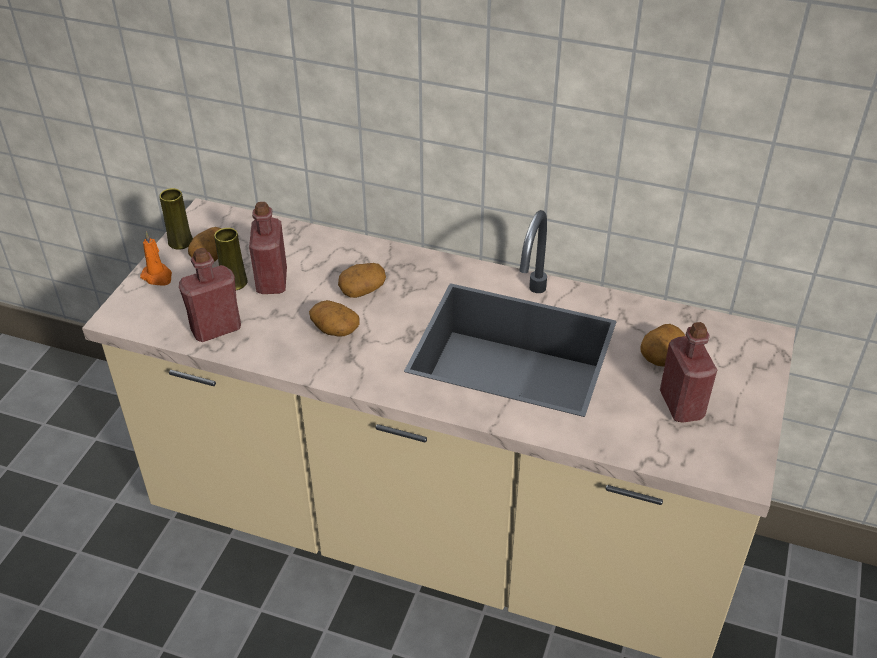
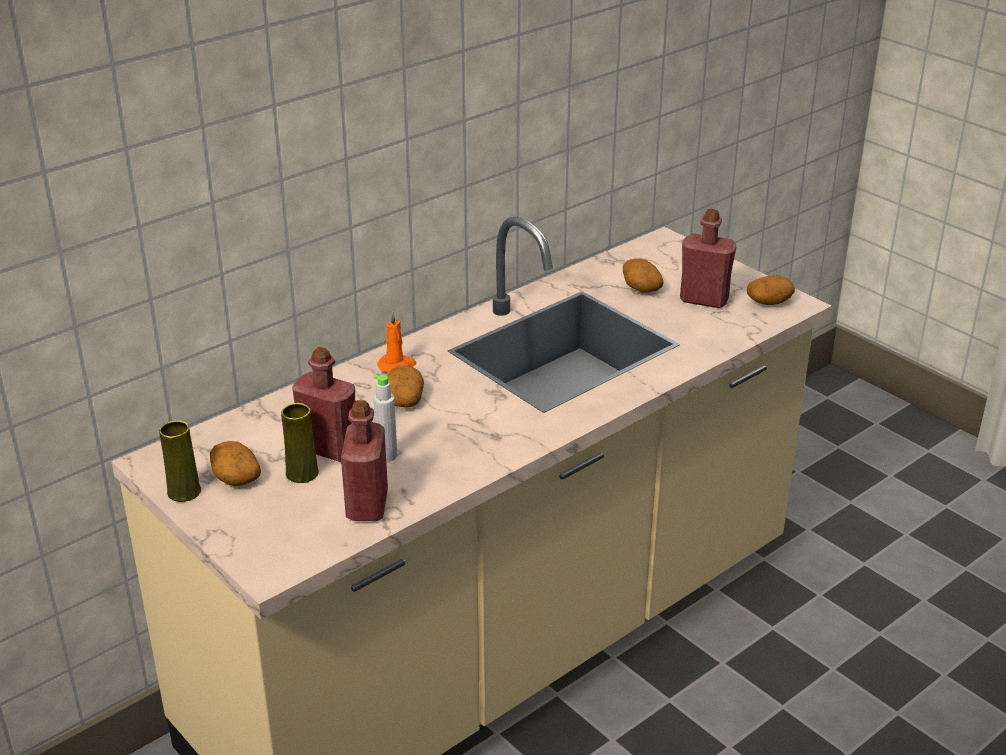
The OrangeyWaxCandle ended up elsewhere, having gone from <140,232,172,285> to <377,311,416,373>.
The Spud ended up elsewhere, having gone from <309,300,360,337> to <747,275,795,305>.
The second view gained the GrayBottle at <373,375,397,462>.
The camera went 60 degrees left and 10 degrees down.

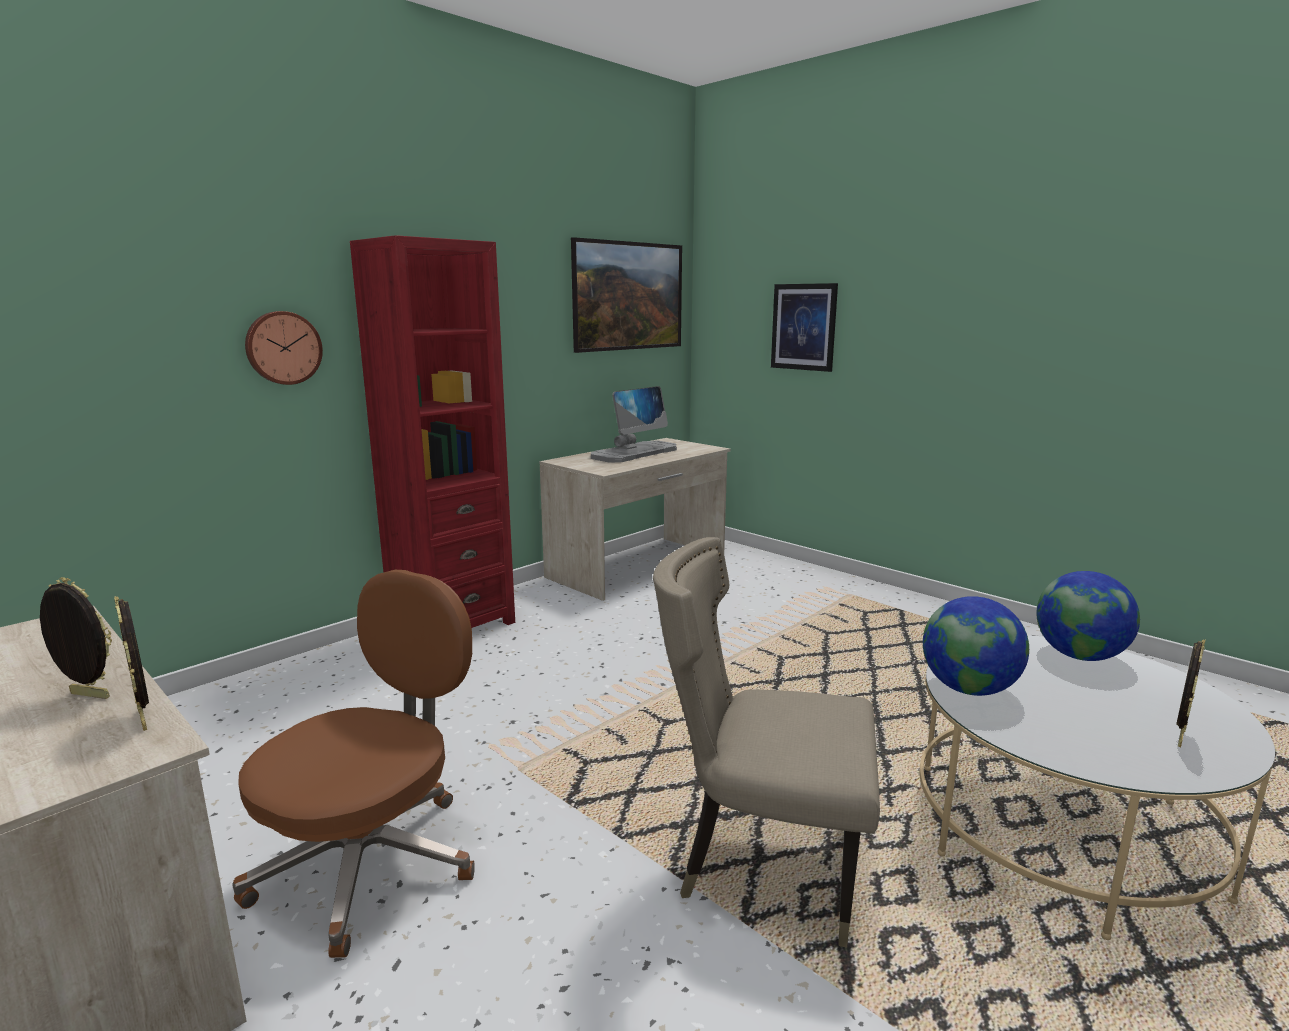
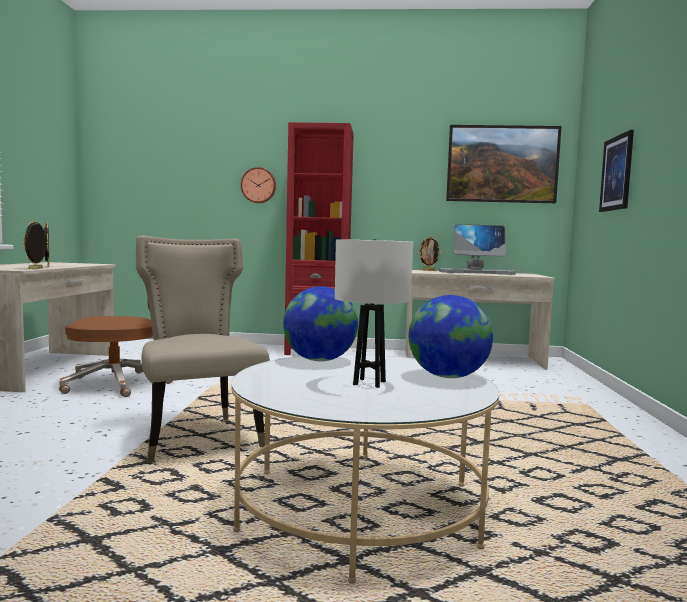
The PhotoFrame ended up elsewhere, having gone from <1176,639,1206,747> to <418,236,441,271>.
The second view gained the WhiteTabletopLamp at <335,239,413,388>.
The camera went 50 degrees right and 10 degrees down.

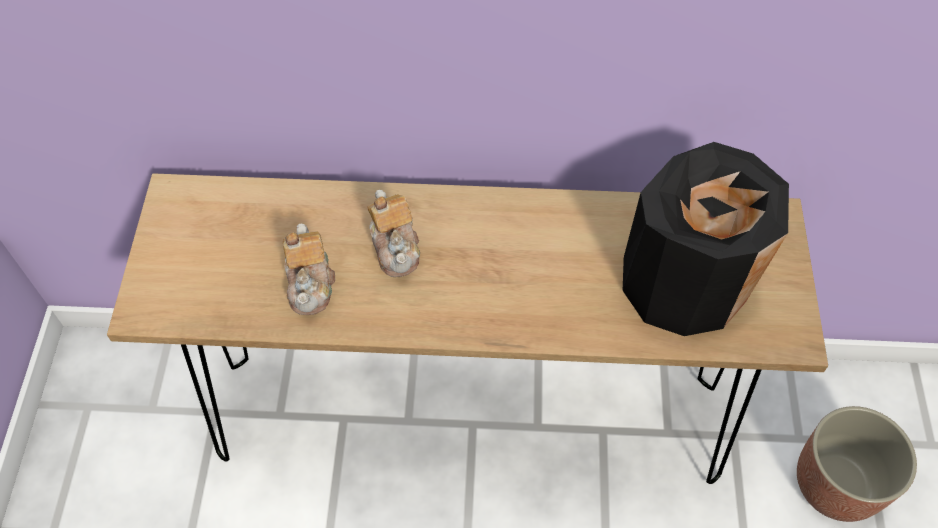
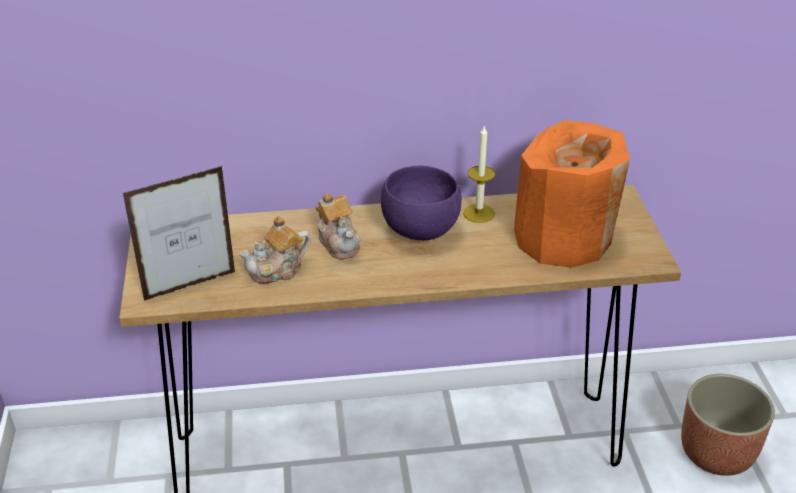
The Teapot at <283,223,335,315> ended up facing another way, 75 degrees clockwise from before.
What was the BlackDecorativeVase at <623,142,789,336> turned into the OrangeyDecorativeVase at <514,120,630,268>.
The second view gained the PhotoFrame at <123,166,236,301>.
The second view gained the PurpleColouredDeepDish at <381,166,462,240>.
The second view gained the WaxCandle at <463,125,495,223>.
The camera went 10 degrees left and 20 degrees down.

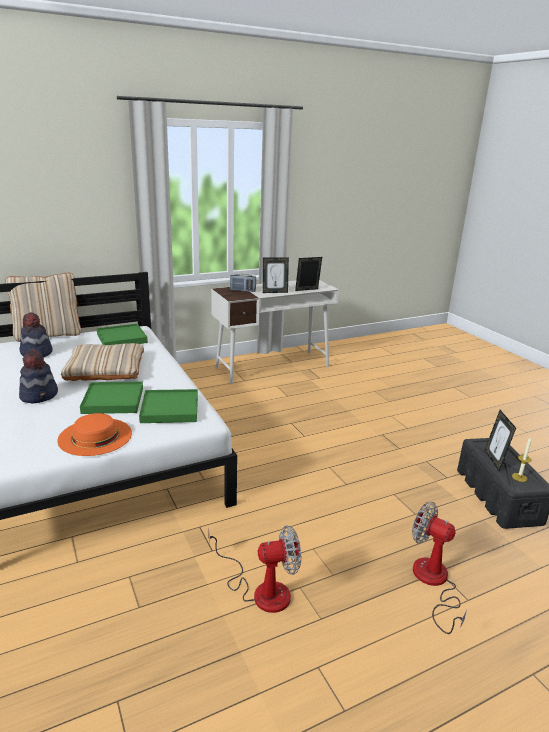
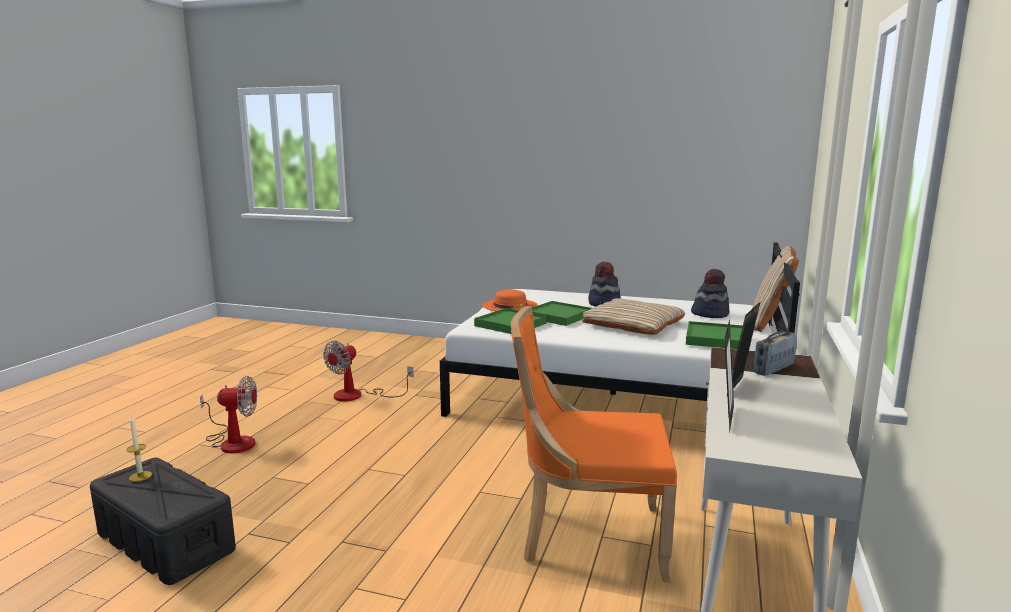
The second view lost the PhotoFrame at <484,410,516,471>.
The second view gained the OrangeyChair at <511,306,677,583>.
The camera went 135 degrees right and 10 degrees down.

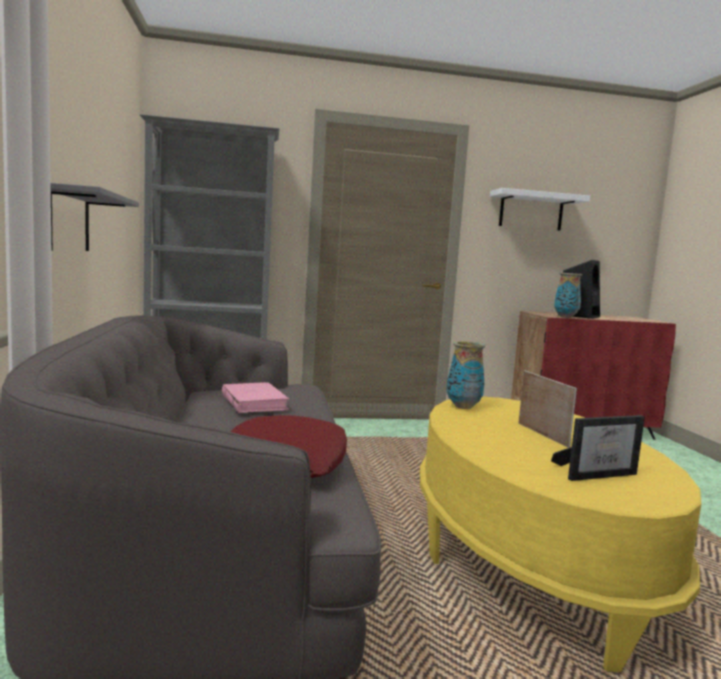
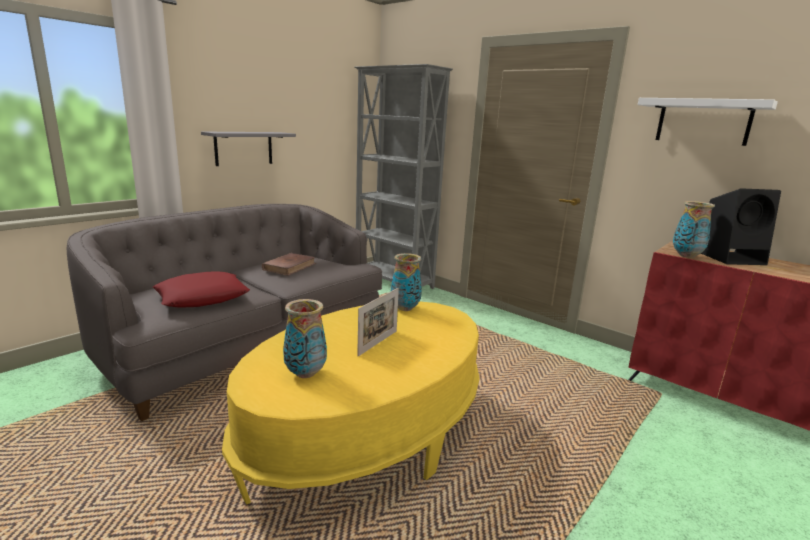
What was the PinkBoundBook at <222,383,289,413> turned into the BrownColouredBoundBook at <262,253,316,276>.
Where the PhotoFrame stood at <551,415,645,481>, the DecorativeVase came to stand at <283,299,327,378>.
The camera went 50 degrees right and 10 degrees up.

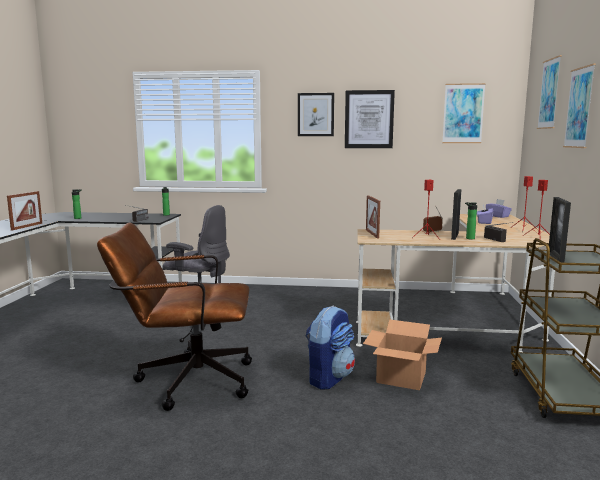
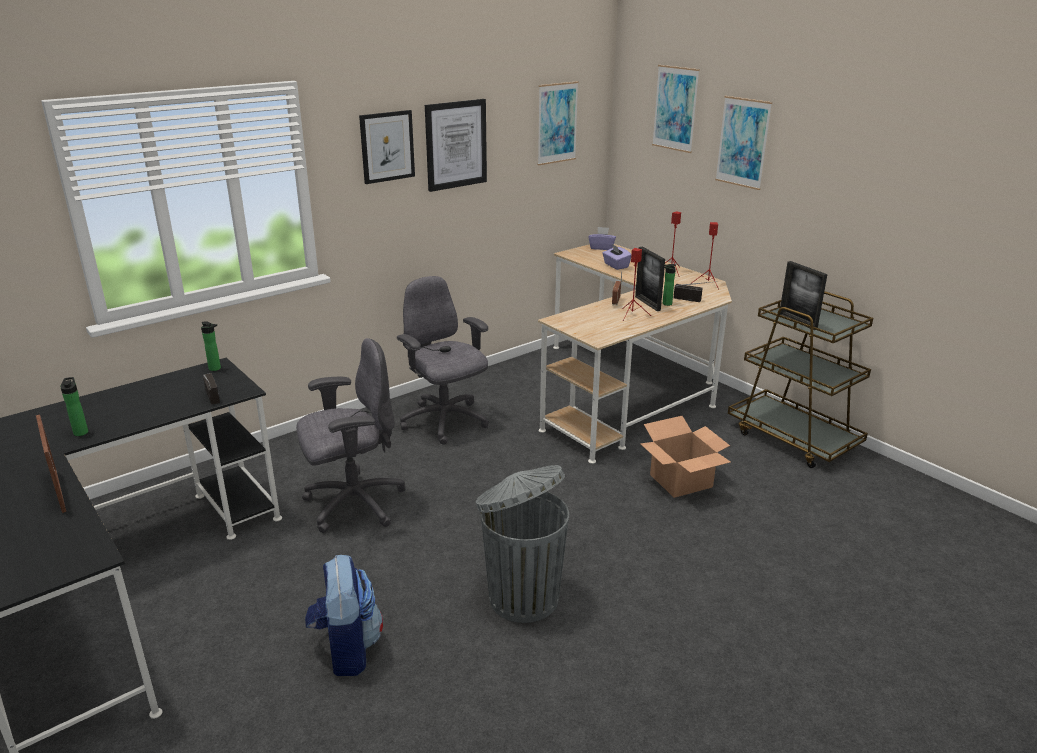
Where the BrownColouredDeskChair stood at <97,222,252,411>, the GrayTrashCan came to stand at <476,465,569,623>.
The Knapsack ended up elsewhere, having gone from <306,306,355,390> to <305,555,383,676>.
The second view lost the PhotoFrame at <366,195,380,238>.
The second view gained the GrayDeskChair at <397,276,489,445>.
The camera went 45 degrees left and 15 degrees up.

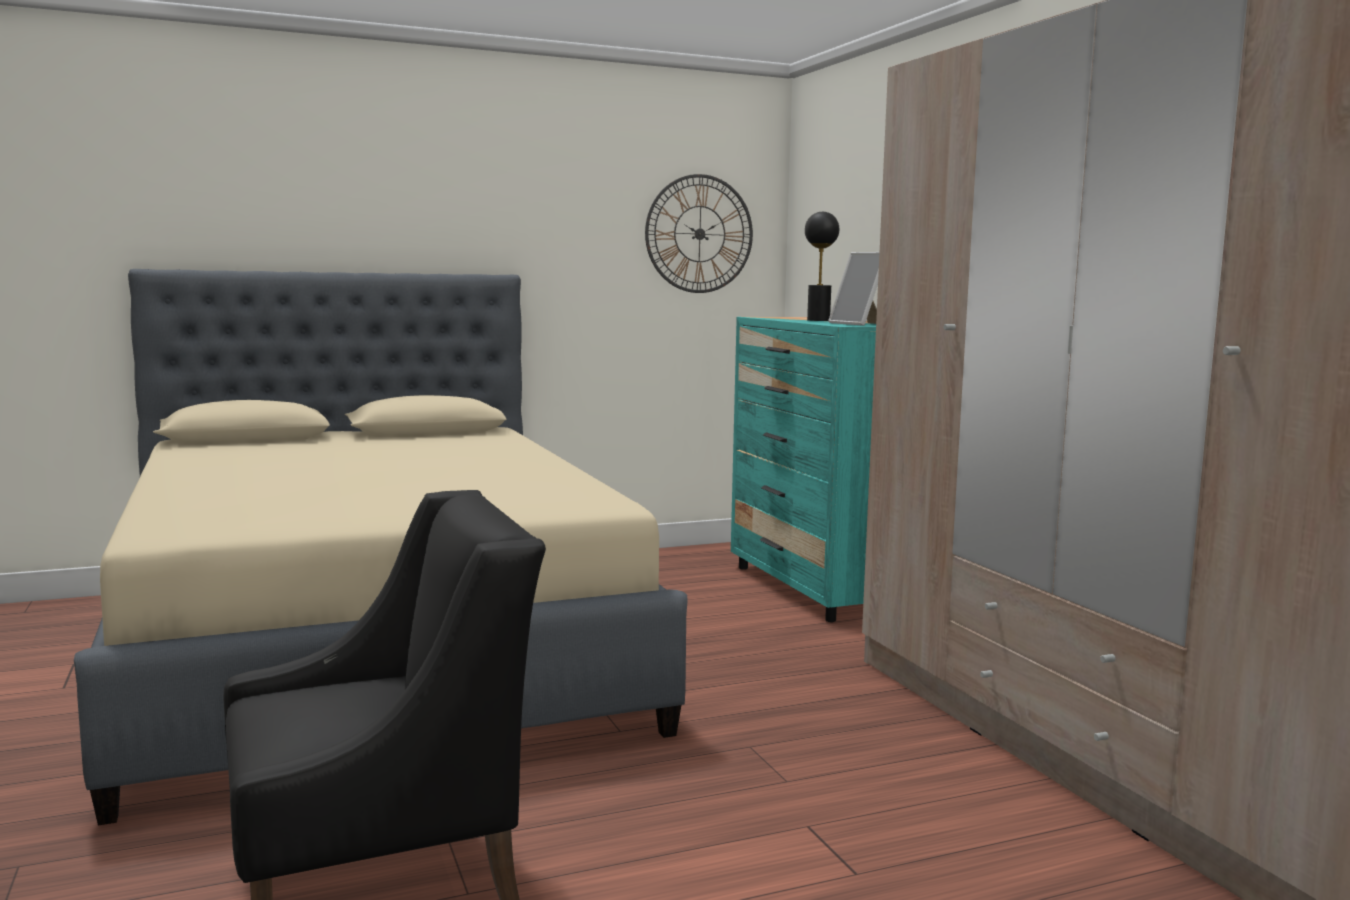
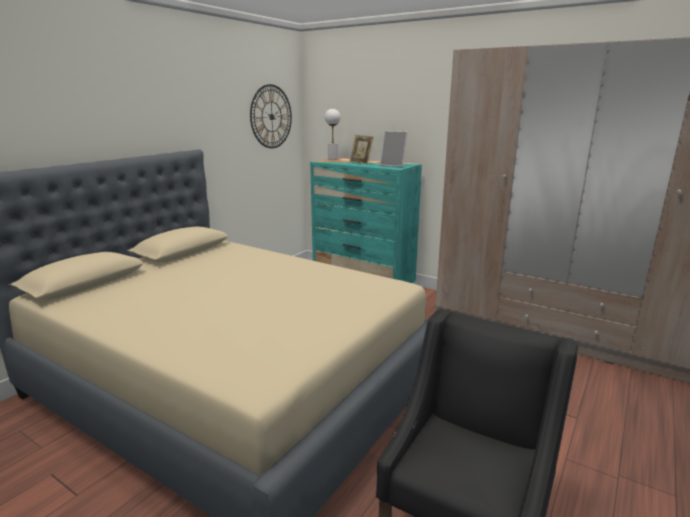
Where the BlackTabletopLamp stood at <805,212,839,321>, the PhotoFrame came to stand at <350,135,374,164>.
The second view gained the WhiteTabletopLamp at <325,109,341,160>.
The camera went 35 degrees left and 10 degrees up.

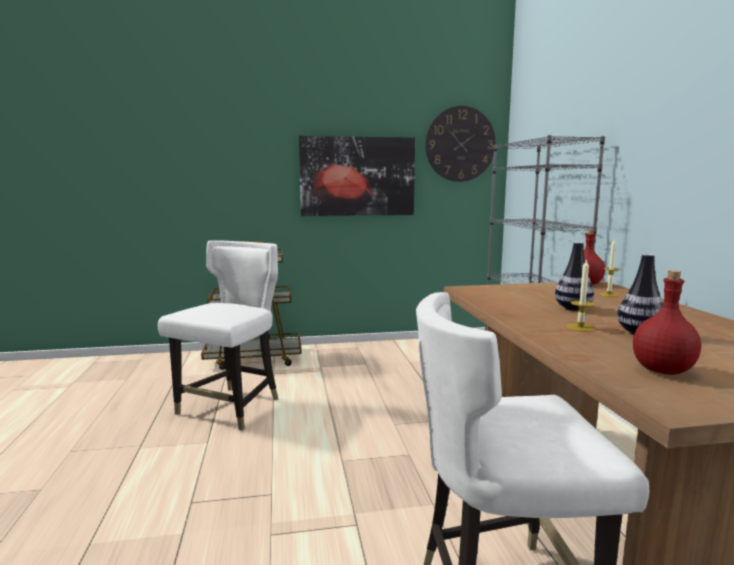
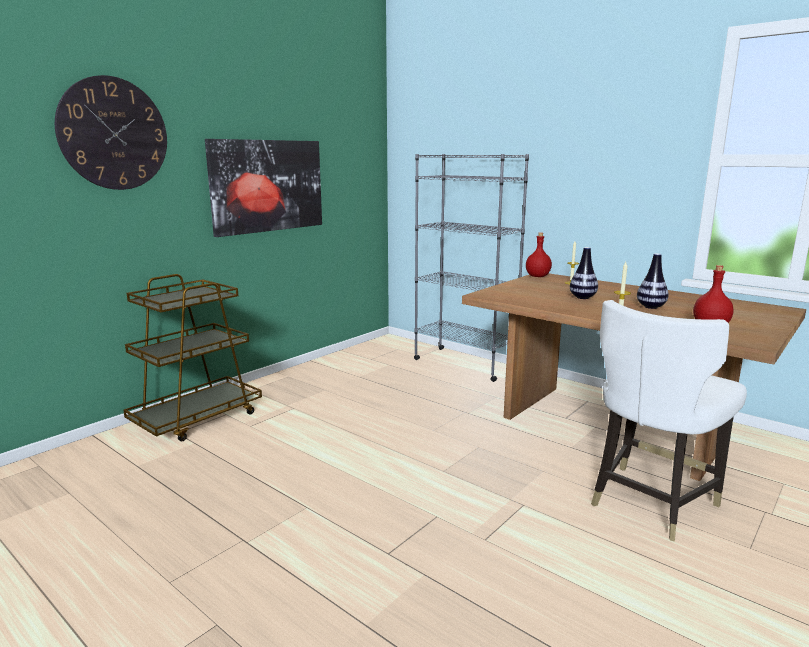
The second view lost the WhiteChair at <158,240,278,431>.
The WallClock ended up elsewhere, having gone from <425,106,496,182> to <55,75,167,190>.
The camera went 40 degrees left and 5 degrees up.

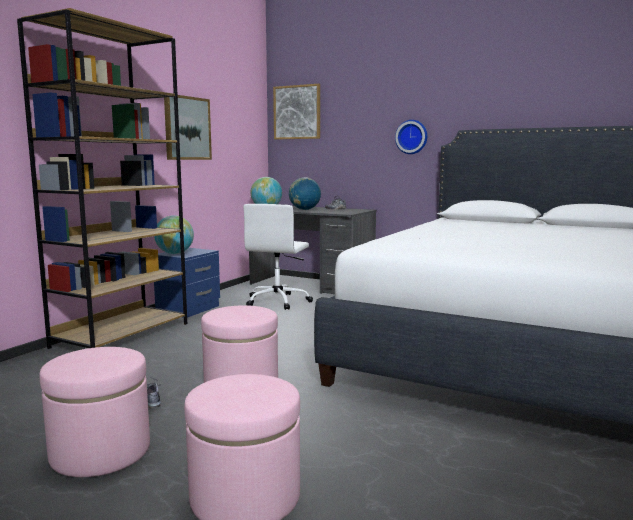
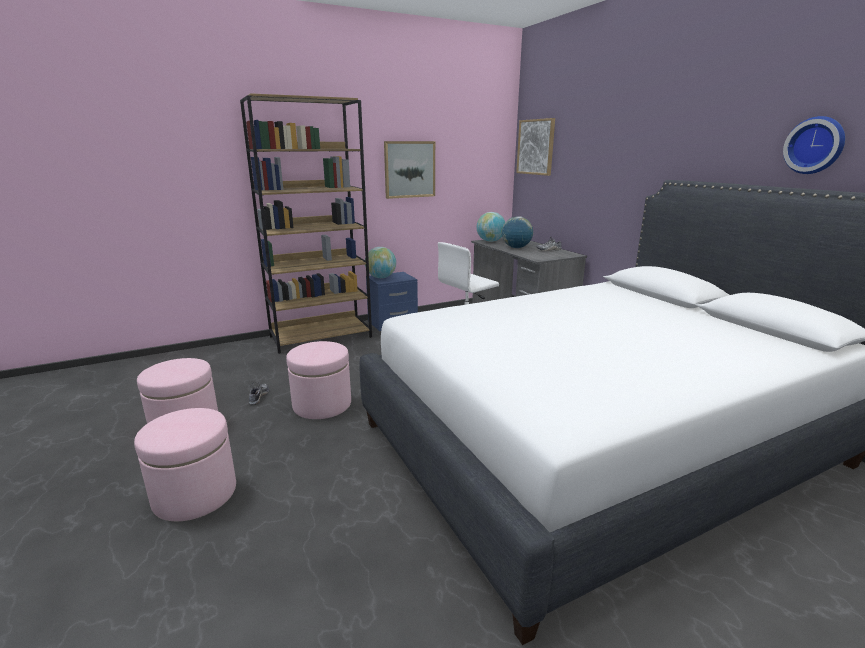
The WallClock ended up elsewhere, having gone from <395,120,427,154> to <783,116,845,174>.
The camera went 35 degrees right and 10 degrees up.

